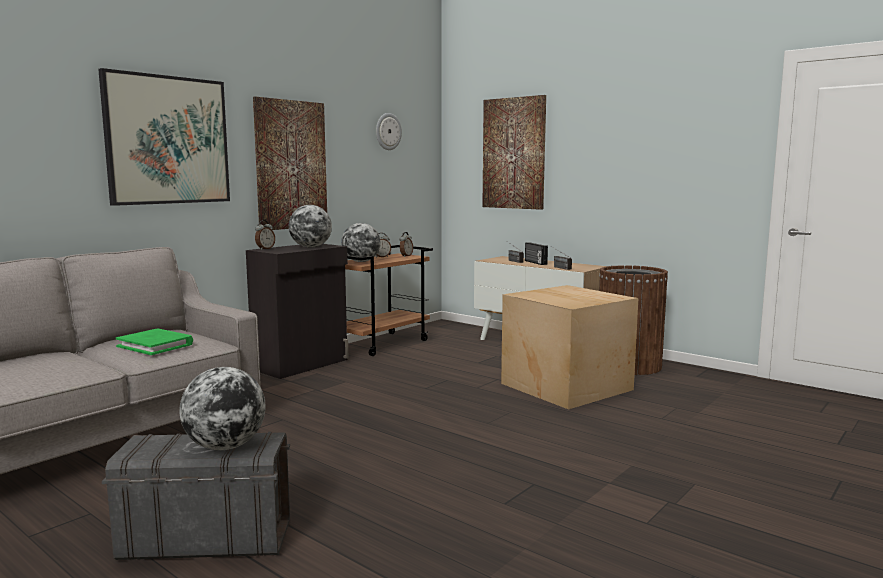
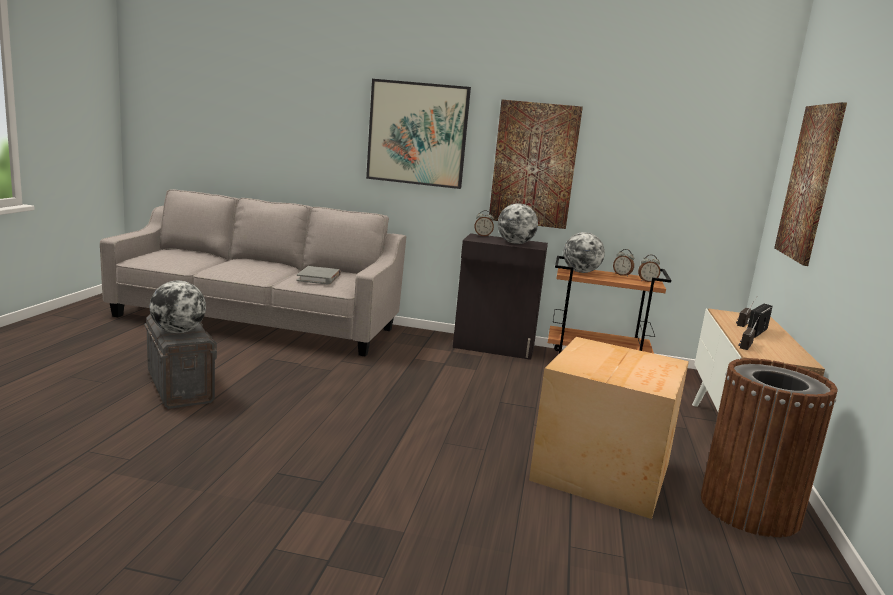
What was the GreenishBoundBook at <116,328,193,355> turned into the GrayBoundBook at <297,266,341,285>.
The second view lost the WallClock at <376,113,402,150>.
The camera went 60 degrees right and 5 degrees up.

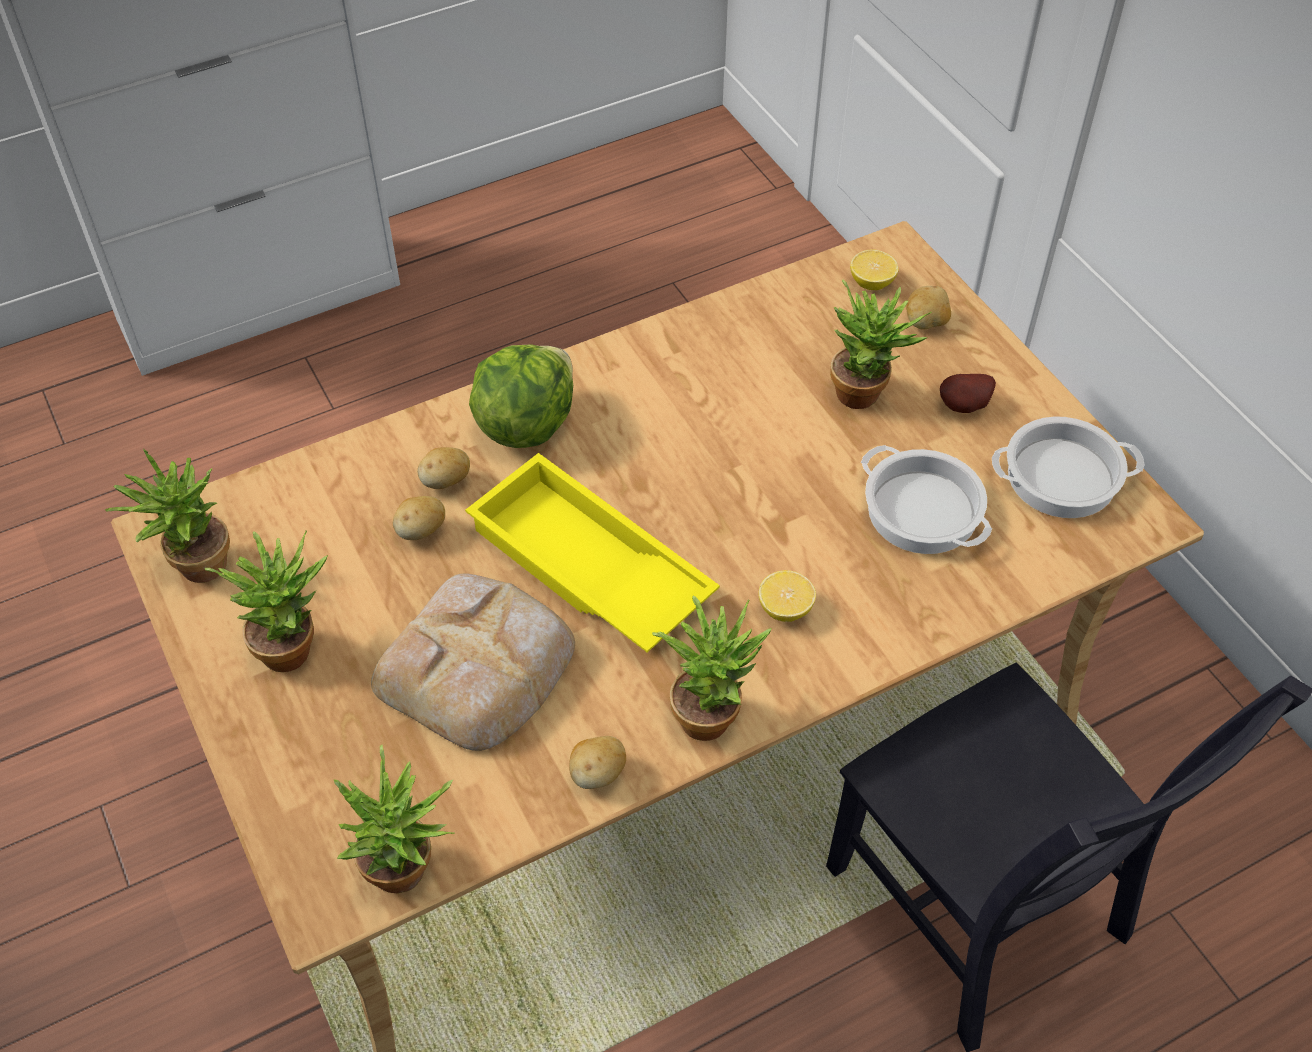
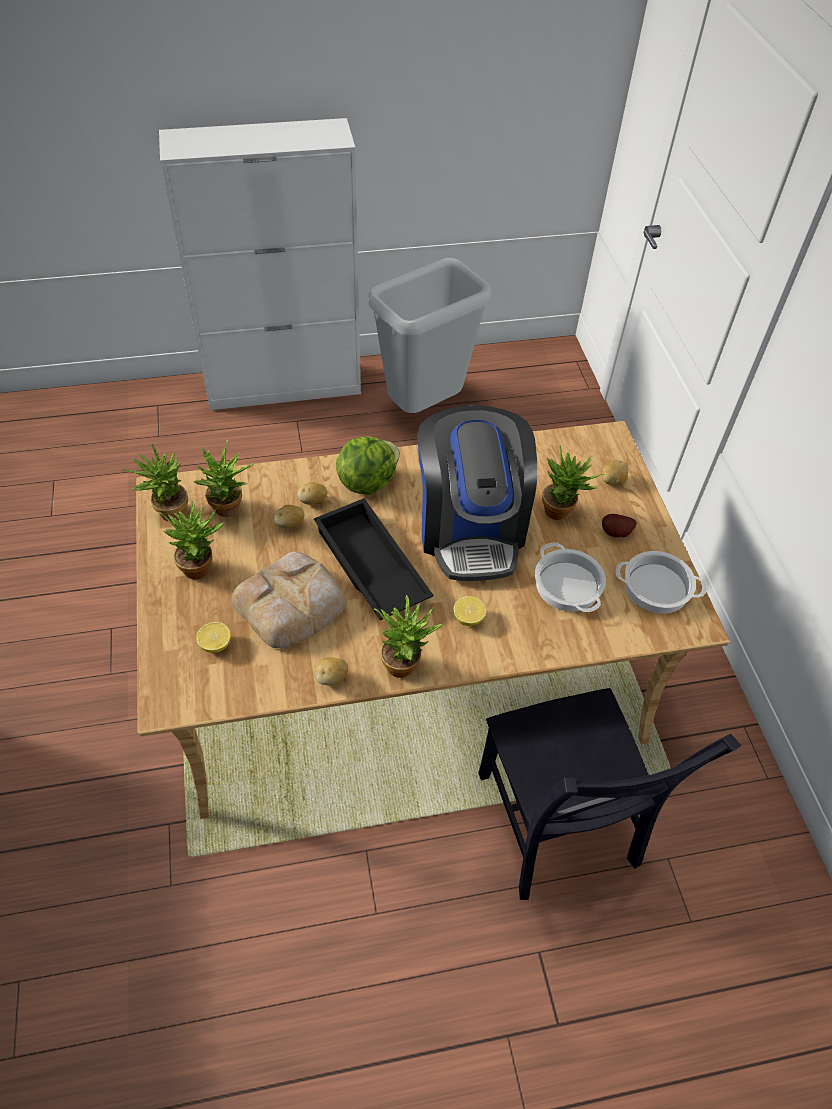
The PottedPlant ended up elsewhere, having gone from <333,745,455,893> to <194,440,254,517>.
What was the YellowColouredCarryingTray at <465,453,720,652> turned into the BlackCarryingTray at <314,498,434,620>.
The WholeLemon ended up elsewhere, having gone from <850,249,899,290> to <196,622,231,653>.
The second view gained the GrayTrashCan at <369,258,492,413>.
The second view gained the CoffeeMachine at <417,405,537,581>.
The camera went 15 degrees right and 0 degrees up.

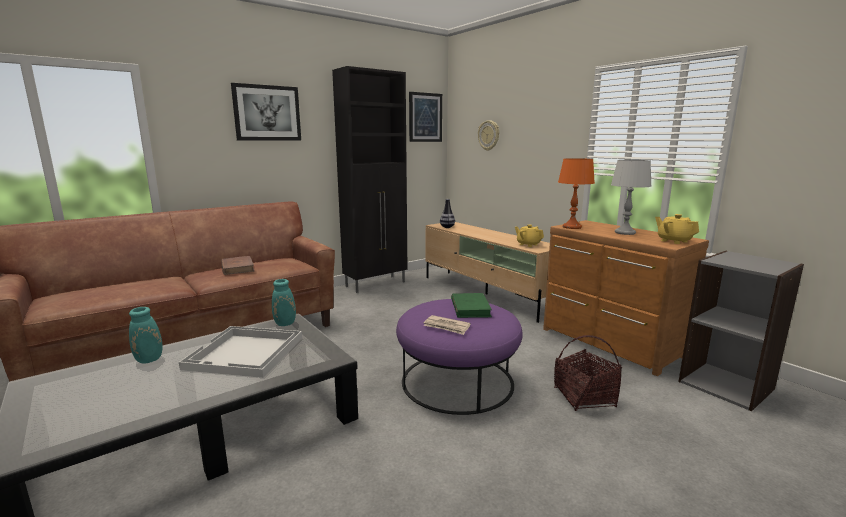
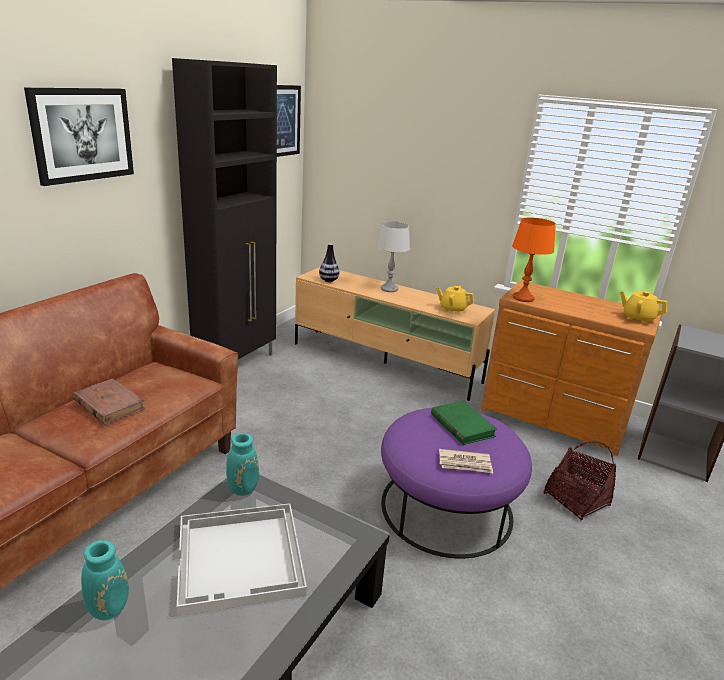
The second view lost the WallClock at <478,120,499,151>.
The GrayTabletopLamp ended up elsewhere, having gone from <611,160,652,235> to <376,221,410,292>.
The camera went 25 degrees left and 10 degrees up.

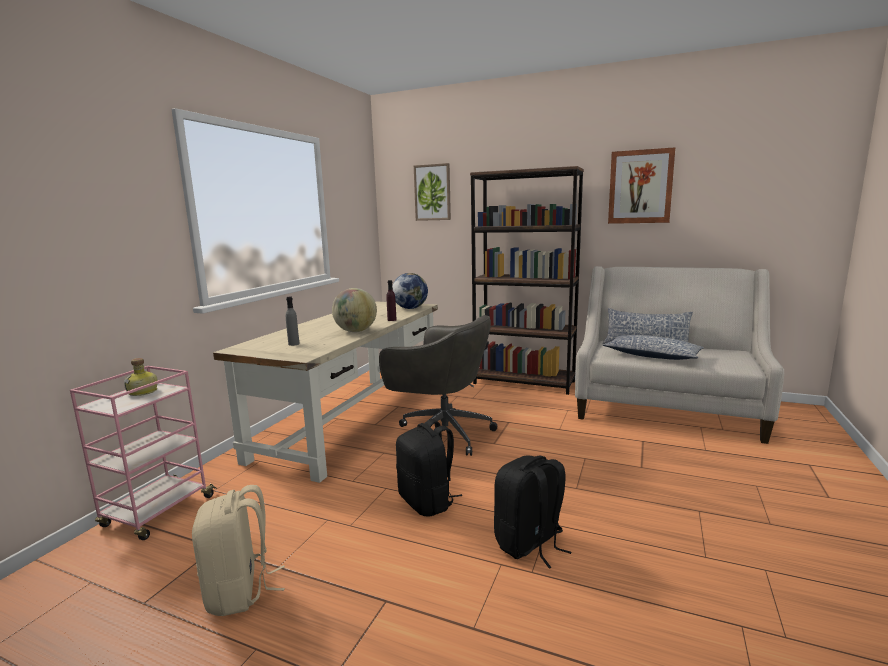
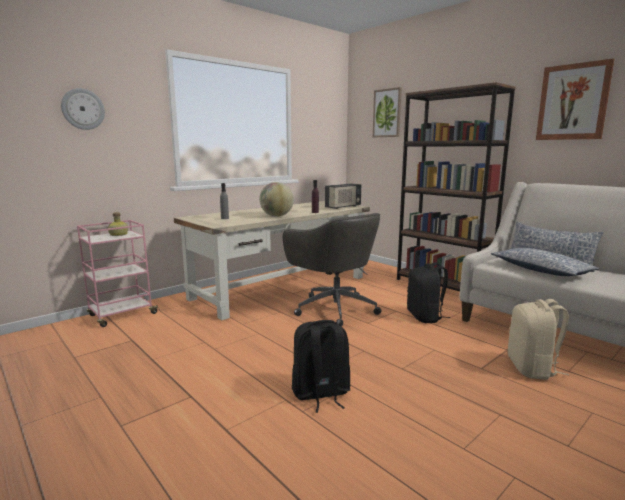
The BeigeColouredKnapsack ended up elsewhere, having gone from <192,485,285,616> to <508,299,569,380>.
Where the Globe stood at <392,273,428,309>, the RadioReceiver came to stand at <325,184,361,209>.
The BlackKnapsack ended up elsewhere, having gone from <396,419,462,516> to <407,262,450,323>.
The second view gained the WallClock at <61,88,105,130>.
The camera went 25 degrees right and 0 degrees up.

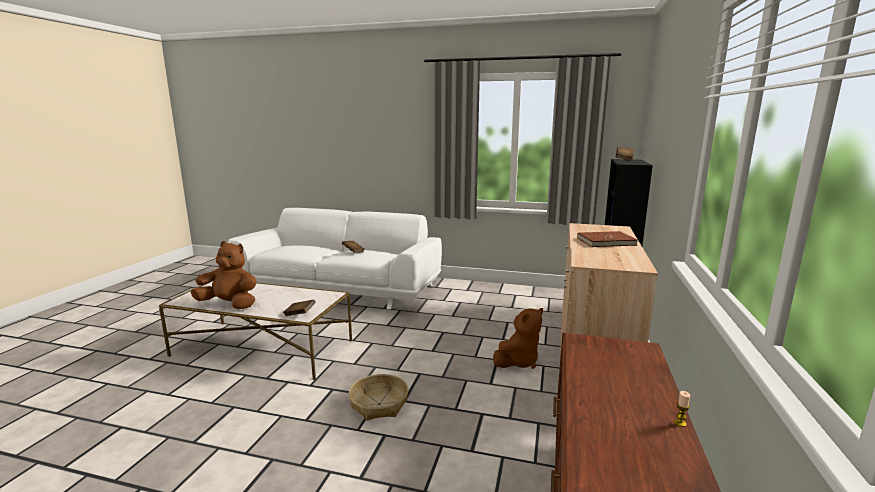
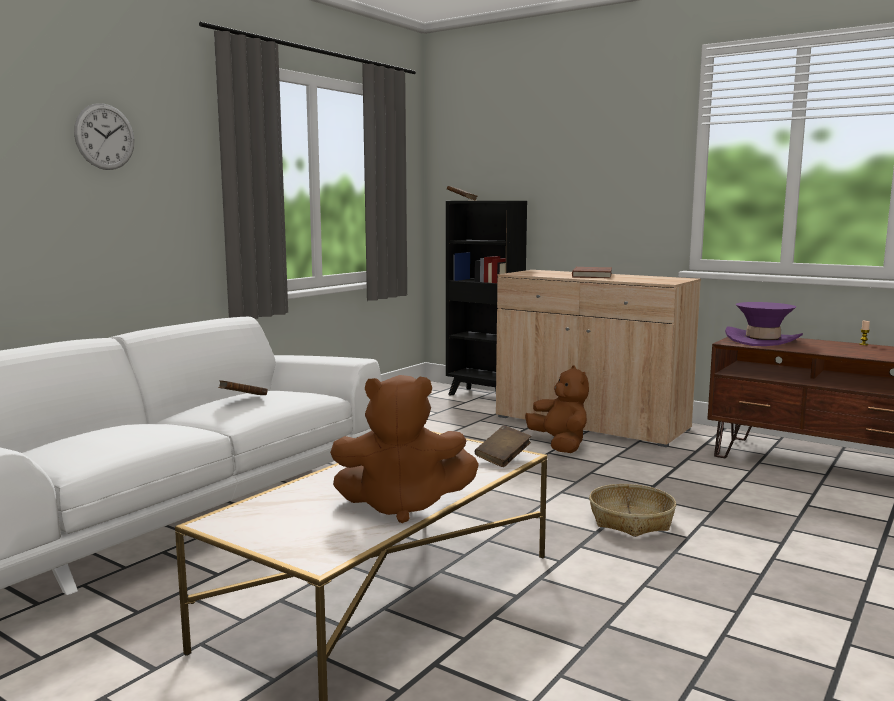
The BrownColouredPlushToy at <191,241,256,309> ended up facing another way, 120 degrees counterclockwise from before.
The second view gained the WallClock at <74,103,135,170>.
The second view gained the PurpleColouredHat at <725,302,803,346>.
The camera went 70 degrees left and 5 degrees down.

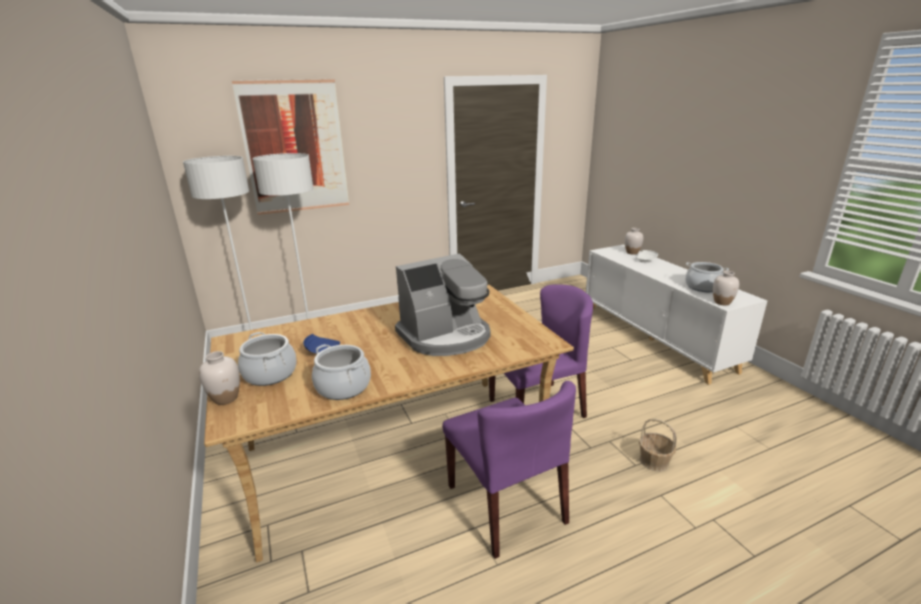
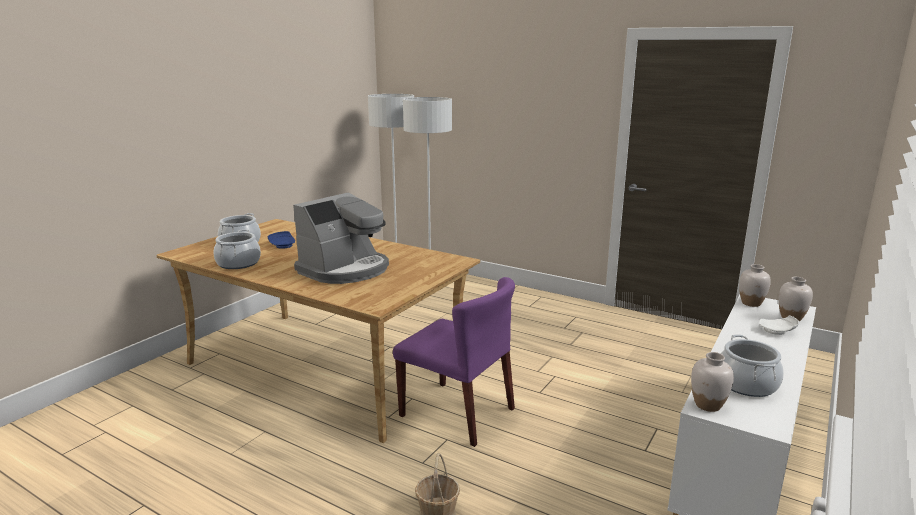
The WhiteDecorativeVase ended up elsewhere, having gone from <199,351,240,405> to <739,264,771,307>.
The second view lost the Picture at <232,79,349,215>.
The CoffeeMachine at <395,253,491,356> ended up facing another way, 75 degrees counterclockwise from before.
The second view lost the PurpleColouredChair at <442,381,576,559>.
The camera went 55 degrees right and 5 degrees down.

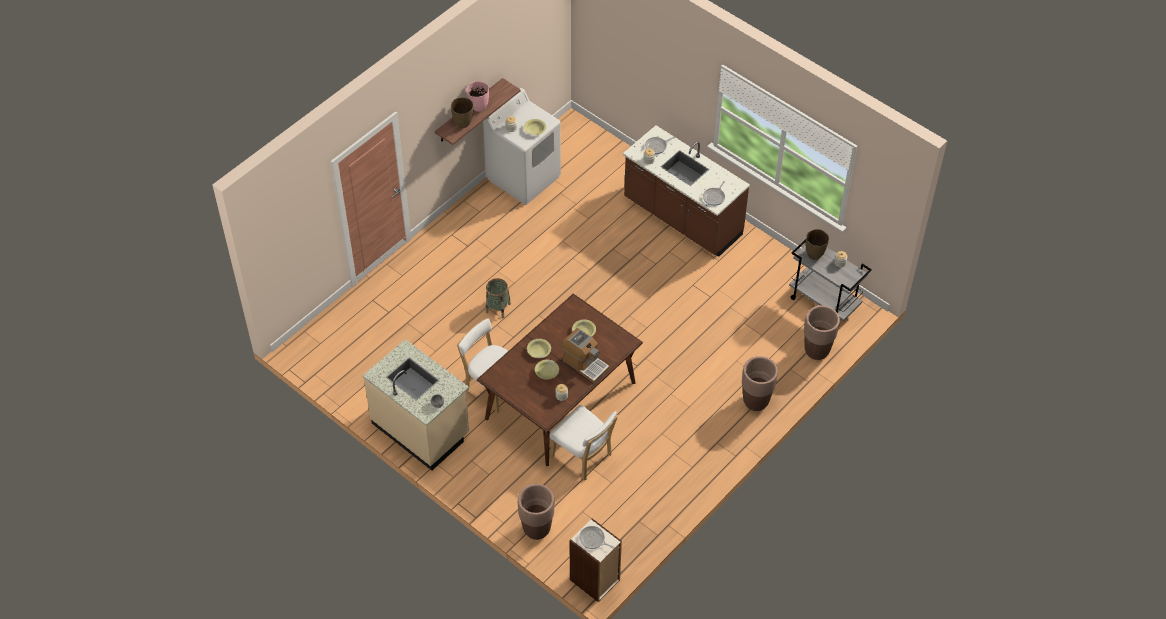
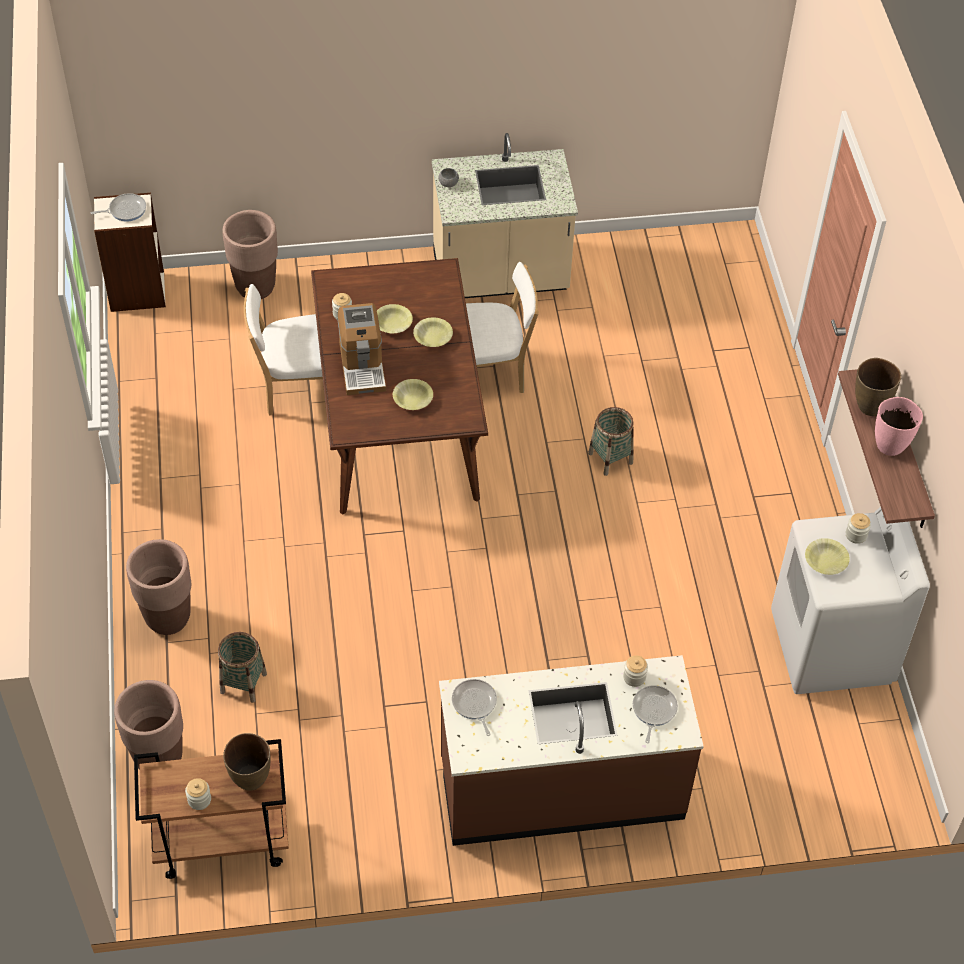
The CoffeeMachine at <562,328,610,383> ended up facing another way, 90 degrees counterclockwise from before.
What was the GrayCart at <789,239,872,321> turned into the BrownColouredCart at <134,739,289,879>.
The second view gained the Basket at <218,632,267,703>.
The camera went 130 degrees right and 0 degrees up.

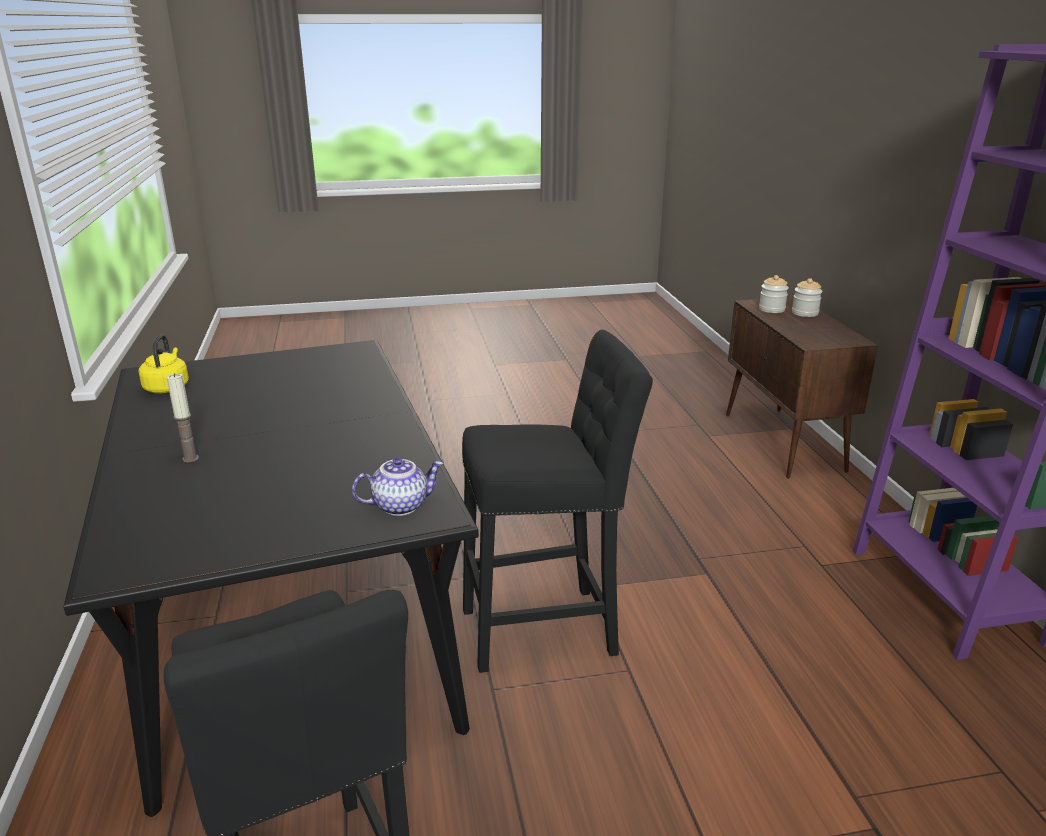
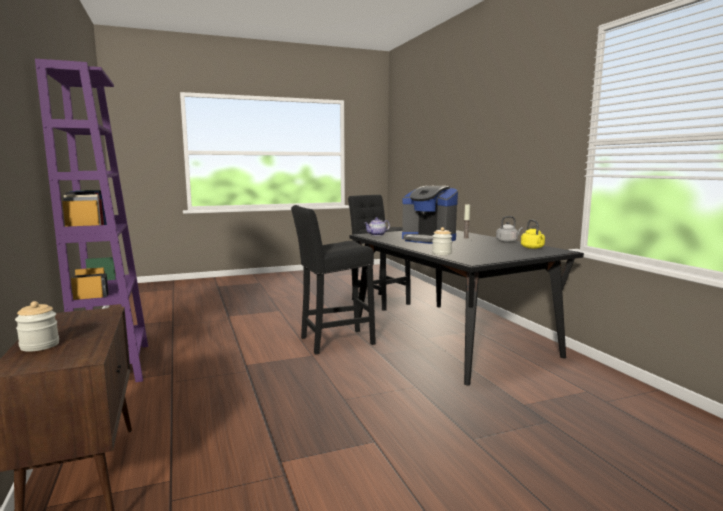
The StorageJar ended up elsewhere, having gone from <759,275,789,313> to <432,227,452,255>.
The second view gained the CoffeeMachine at <402,186,458,244>.
The second view gained the GrayWaterKettle at <496,216,523,243>.
The camera went 170 degrees right and 15 degrees down.

